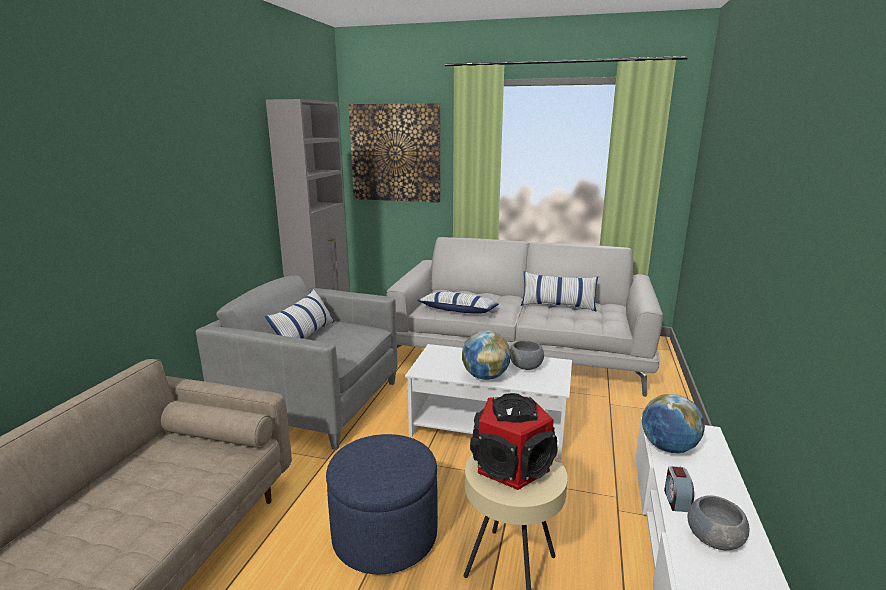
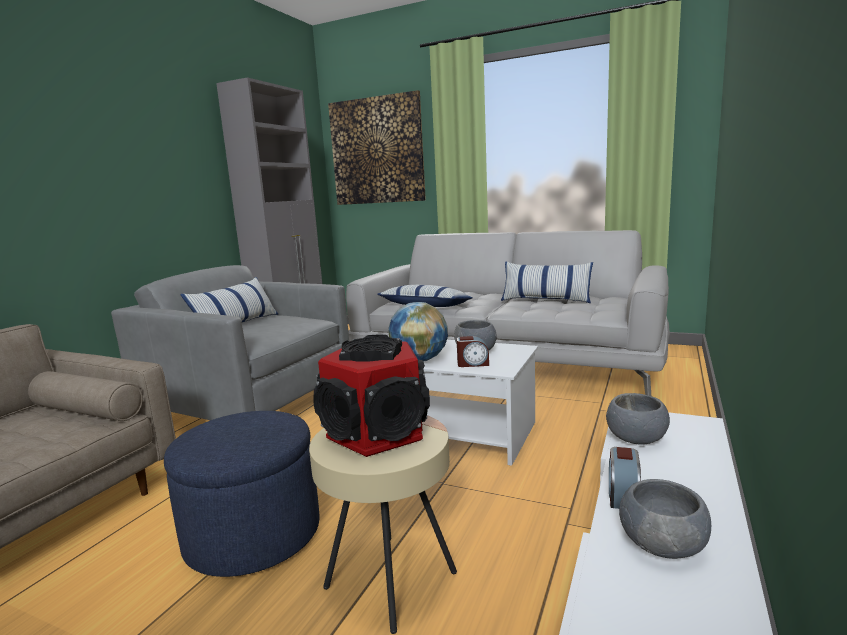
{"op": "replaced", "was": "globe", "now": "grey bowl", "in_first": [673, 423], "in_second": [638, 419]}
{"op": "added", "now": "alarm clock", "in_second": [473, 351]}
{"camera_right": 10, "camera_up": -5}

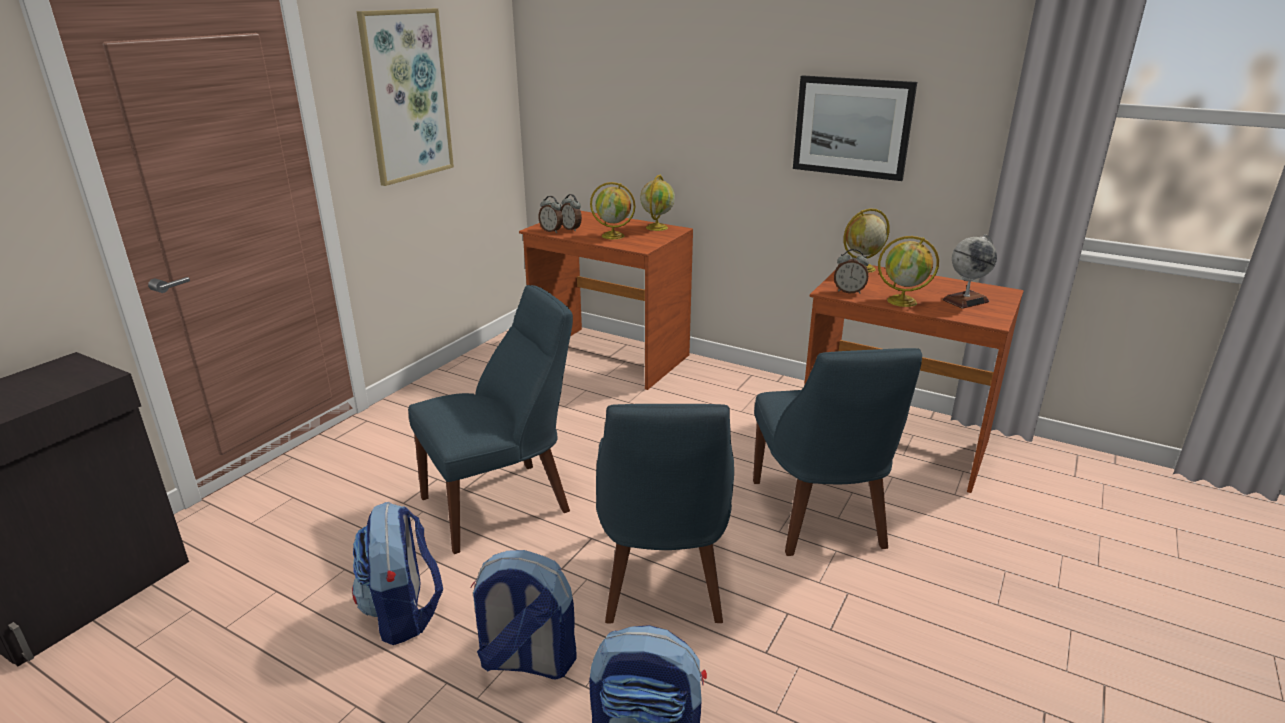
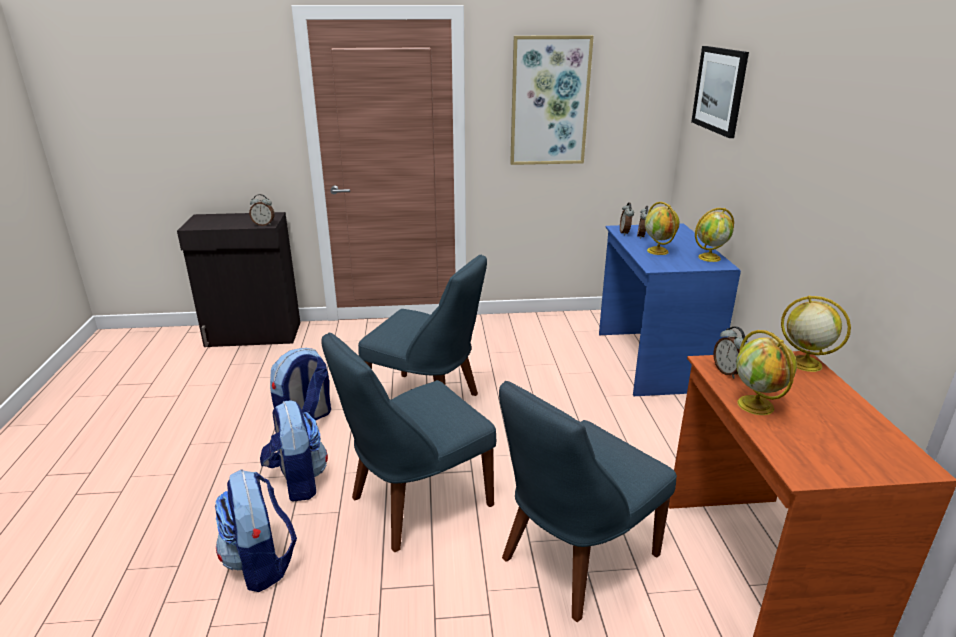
{"op": "moved", "was": "picture", "in_first": [855, 128], "in_second": [720, 92]}
{"op": "recoloured", "was": "brown desk", "now": "blue desk", "in_first": [606, 300], "in_second": [670, 310]}
{"op": "removed", "was": "globe", "in_first": [970, 271]}
{"op": "added", "now": "alarm clock", "in_second": [262, 210]}
{"camera_right": 55, "camera_up": 0}

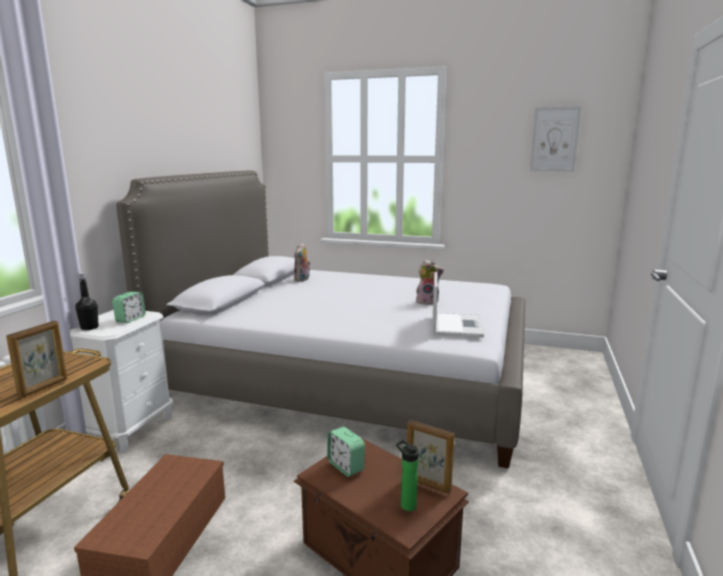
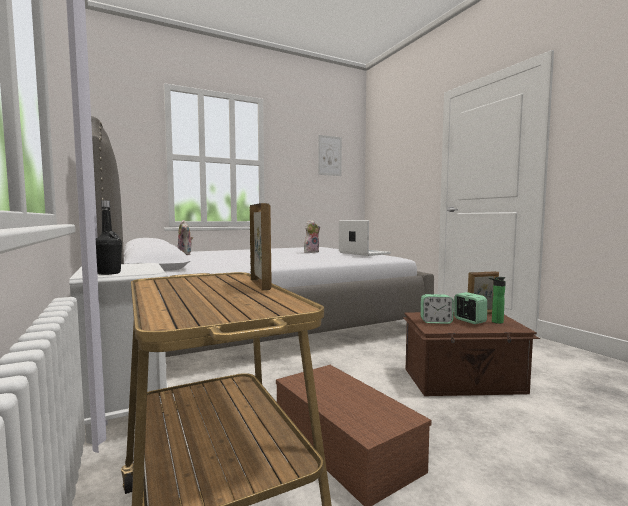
{"op": "moved", "was": "alarm clock", "in_first": [129, 307], "in_second": [470, 308]}
{"camera_right": -45, "camera_up": -10}

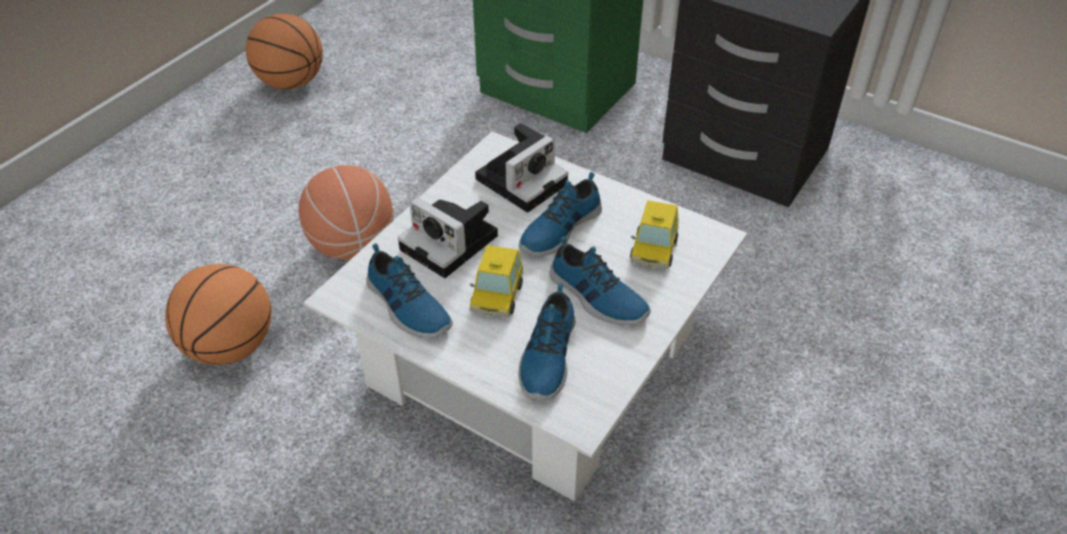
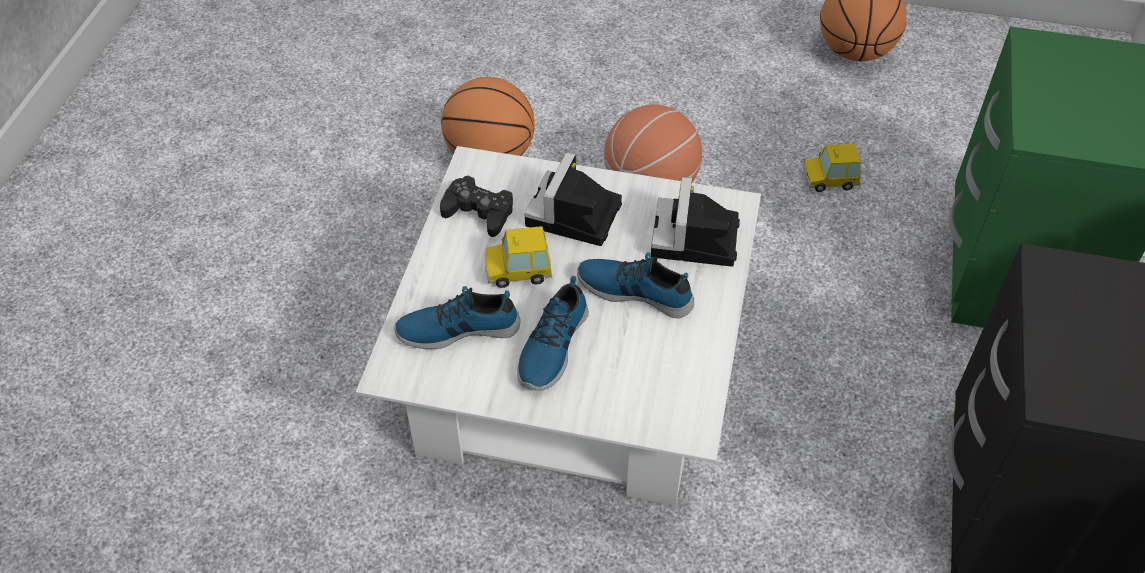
{"op": "turned", "was": "photo camera", "in_first": [521, 168], "in_second": [695, 222], "clockwise": 75}
{"op": "moved", "was": "toy car", "in_first": [654, 234], "in_second": [832, 168]}
{"op": "replaced", "was": "shoe", "now": "black game controller", "in_first": [409, 290], "in_second": [476, 206]}
{"camera_right": 70, "camera_up": 5}

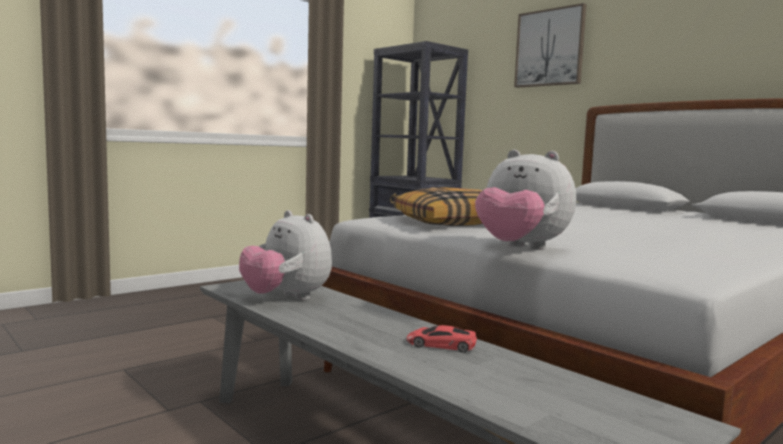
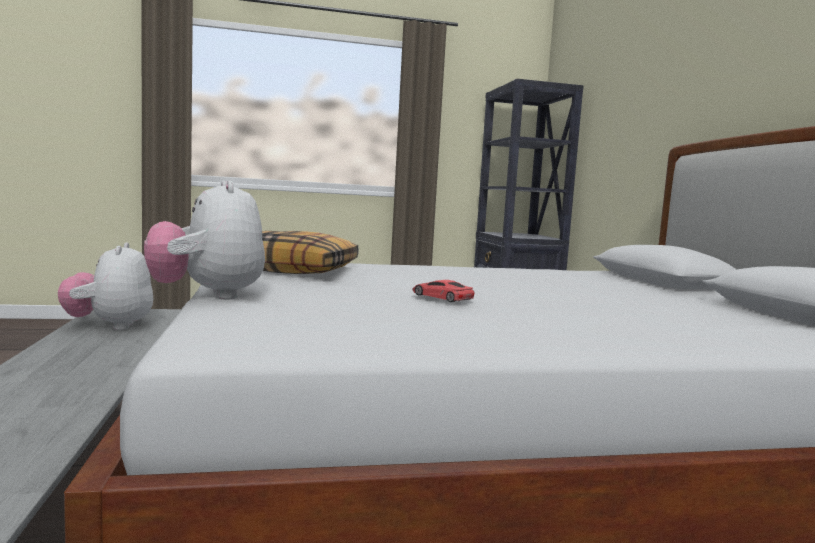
{"op": "removed", "was": "picture", "in_first": [550, 45]}
{"op": "moved", "was": "red toy car", "in_first": [442, 339], "in_second": [444, 291]}
{"camera_right": 30, "camera_up": 0}

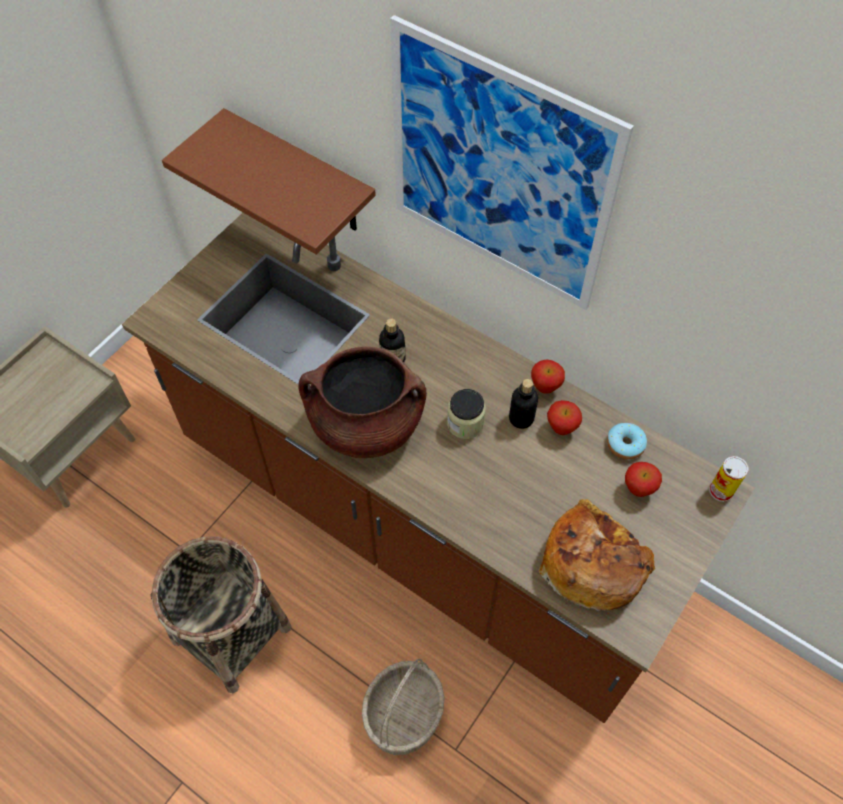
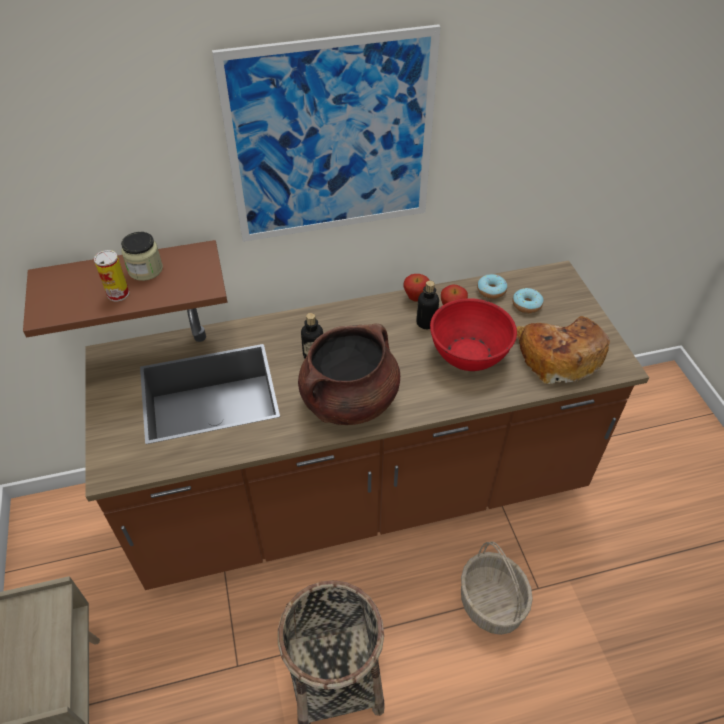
{"op": "moved", "was": "jar", "in_first": [466, 414], "in_second": [142, 256]}
{"op": "moved", "was": "can", "in_first": [728, 479], "in_second": [112, 275]}
{"op": "replaced", "was": "apple", "now": "donut", "in_first": [643, 479], "in_second": [528, 300]}
{"op": "added", "now": "red bowl", "in_second": [473, 334]}
{"camera_right": -50, "camera_up": -10}

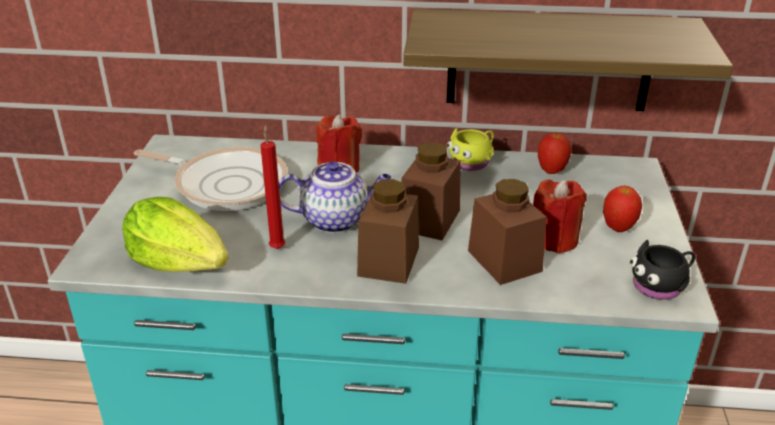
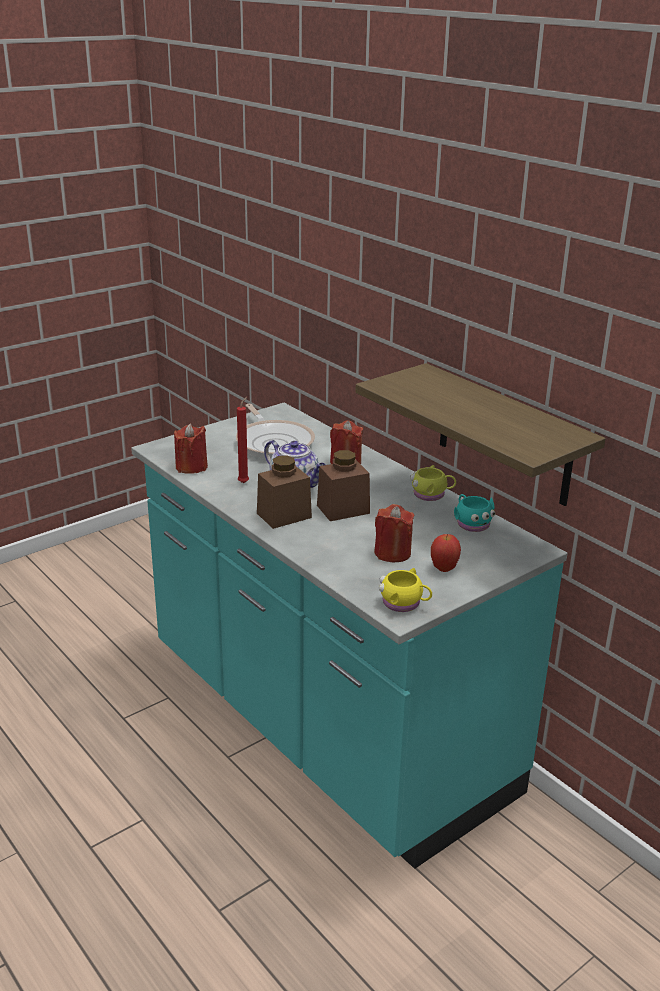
{"op": "replaced", "was": "apple", "now": "turquoise mug", "in_first": [555, 153], "in_second": [474, 513]}
{"op": "removed", "was": "brown jar", "in_first": [507, 232]}
{"op": "replaced", "was": "lettuce", "now": "red candle", "in_first": [175, 234], "in_second": [191, 448]}
{"op": "recoloured", "was": "black mug", "now": "yellow mug", "in_first": [662, 270], "in_second": [405, 590]}
{"camera_right": 45, "camera_up": -5}

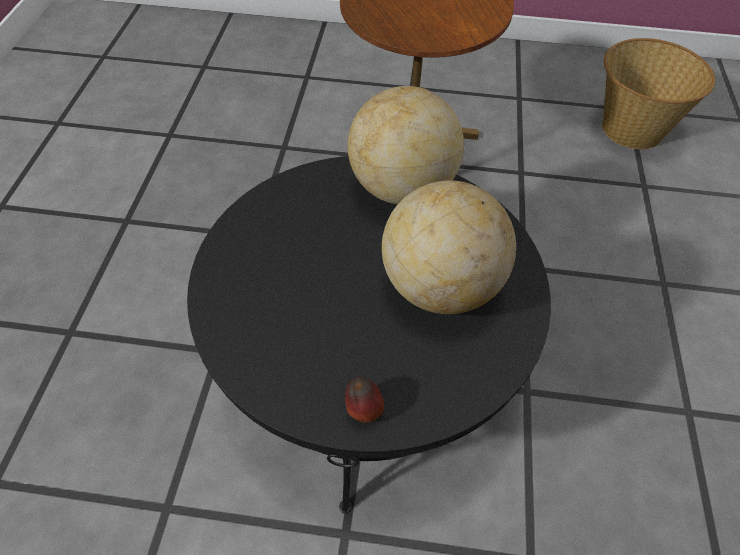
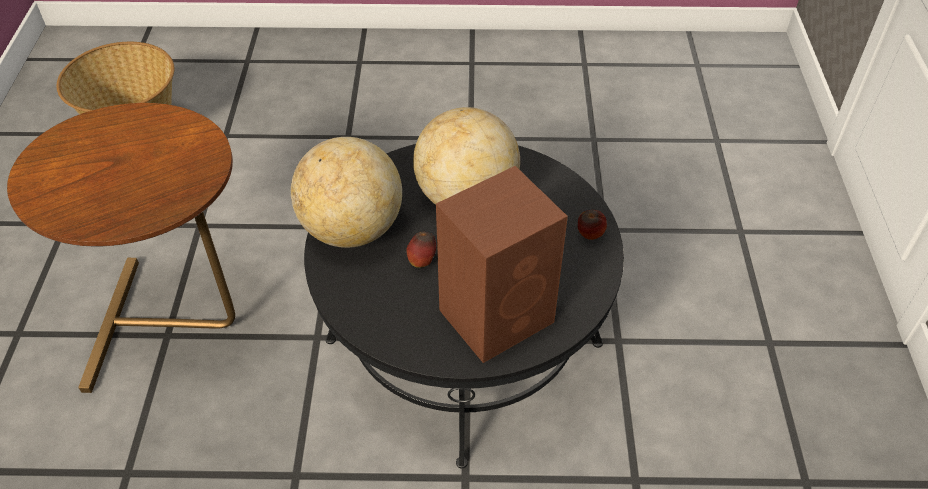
{"op": "added", "now": "brown speaker", "in_second": [502, 264]}
{"op": "added", "now": "apple", "in_second": [421, 250]}
{"camera_right": -95, "camera_up": -5}

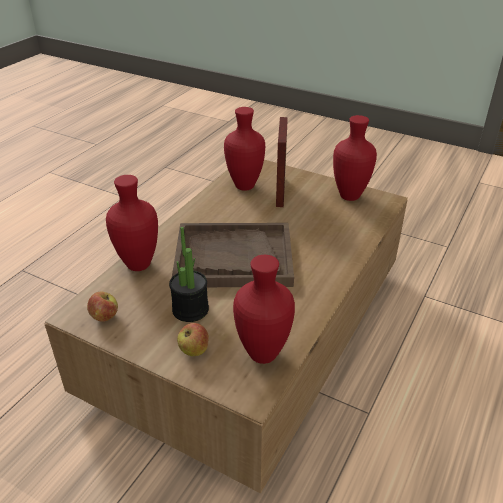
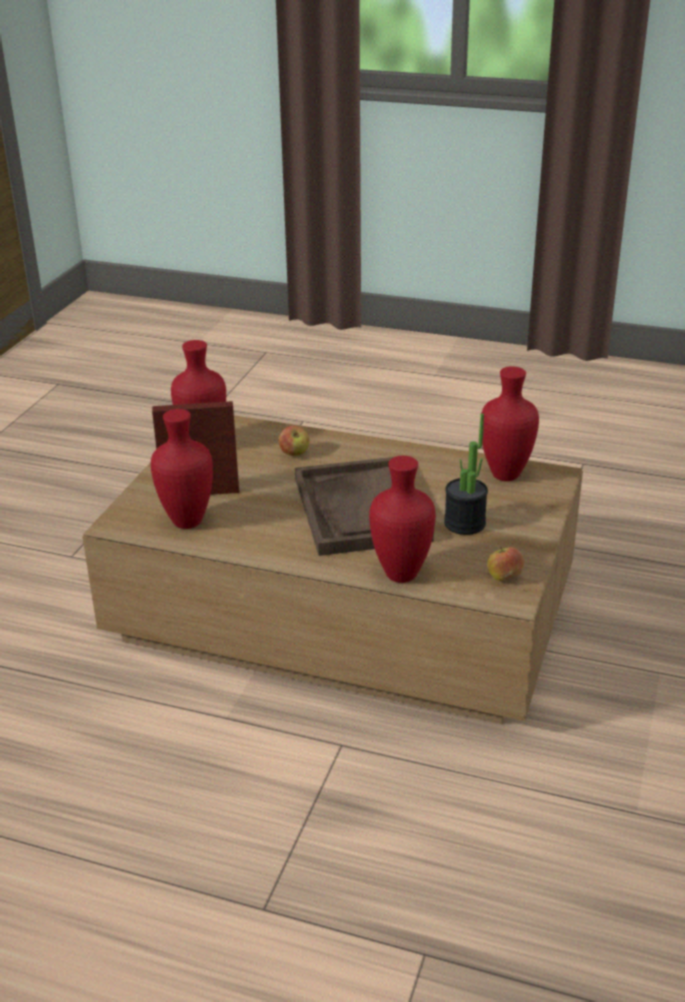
{"op": "moved", "was": "apple", "in_first": [193, 339], "in_second": [294, 440]}
{"camera_right": -100, "camera_up": -5}

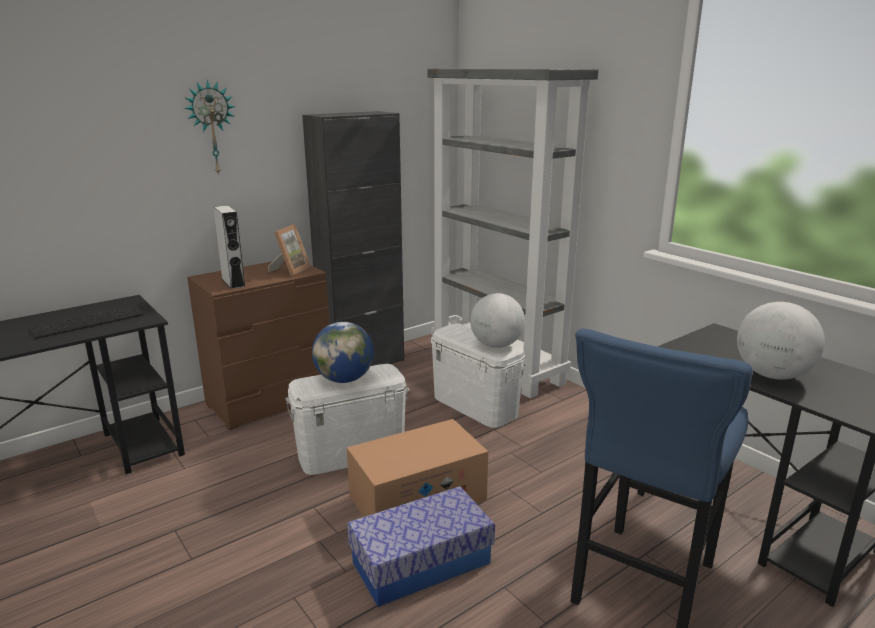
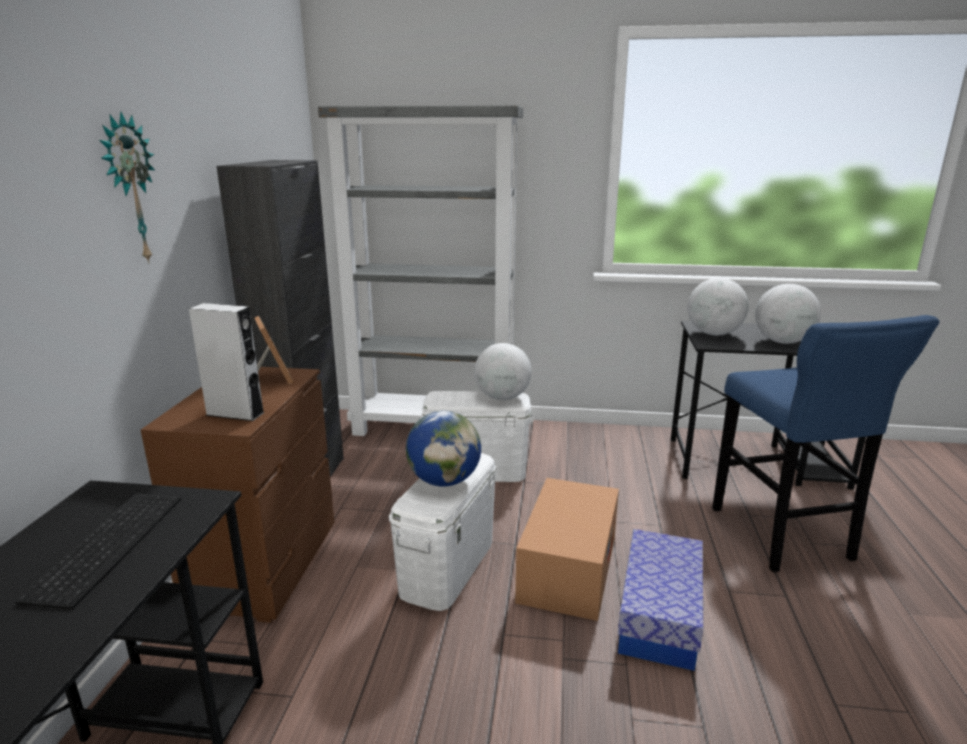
{"op": "added", "now": "globe", "in_second": [718, 306]}
{"camera_right": -45, "camera_up": 0}

